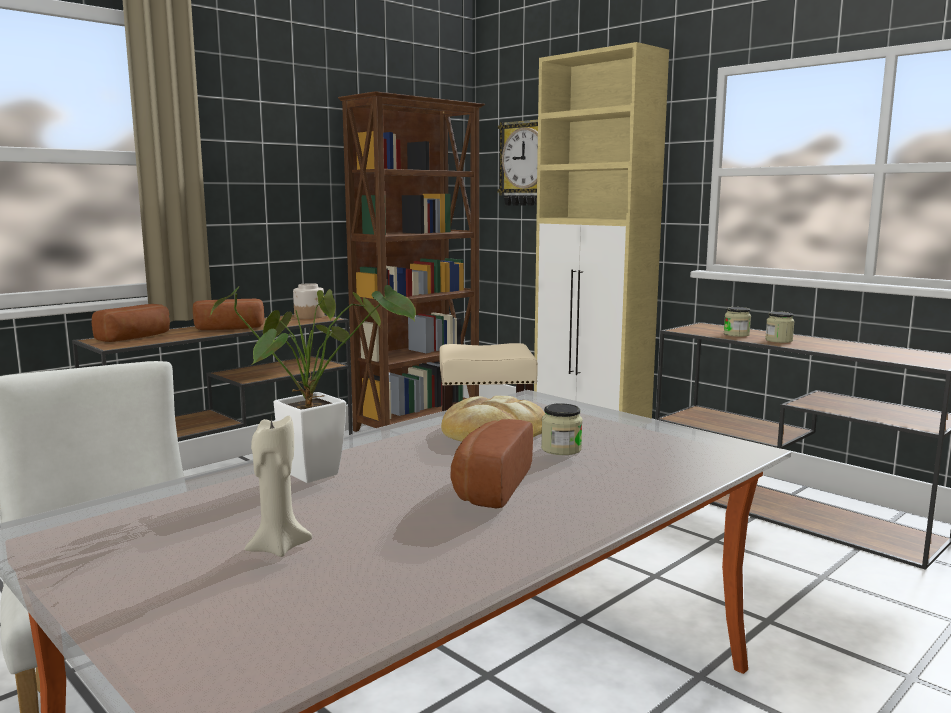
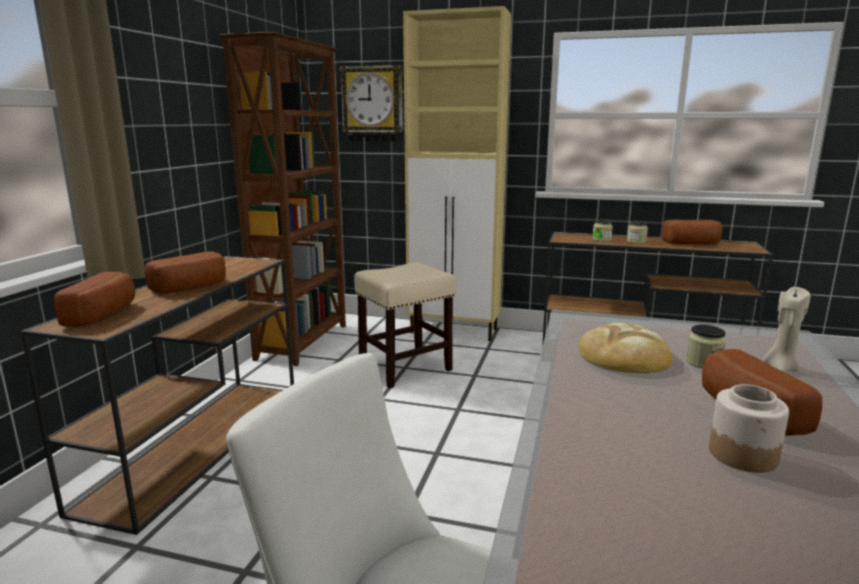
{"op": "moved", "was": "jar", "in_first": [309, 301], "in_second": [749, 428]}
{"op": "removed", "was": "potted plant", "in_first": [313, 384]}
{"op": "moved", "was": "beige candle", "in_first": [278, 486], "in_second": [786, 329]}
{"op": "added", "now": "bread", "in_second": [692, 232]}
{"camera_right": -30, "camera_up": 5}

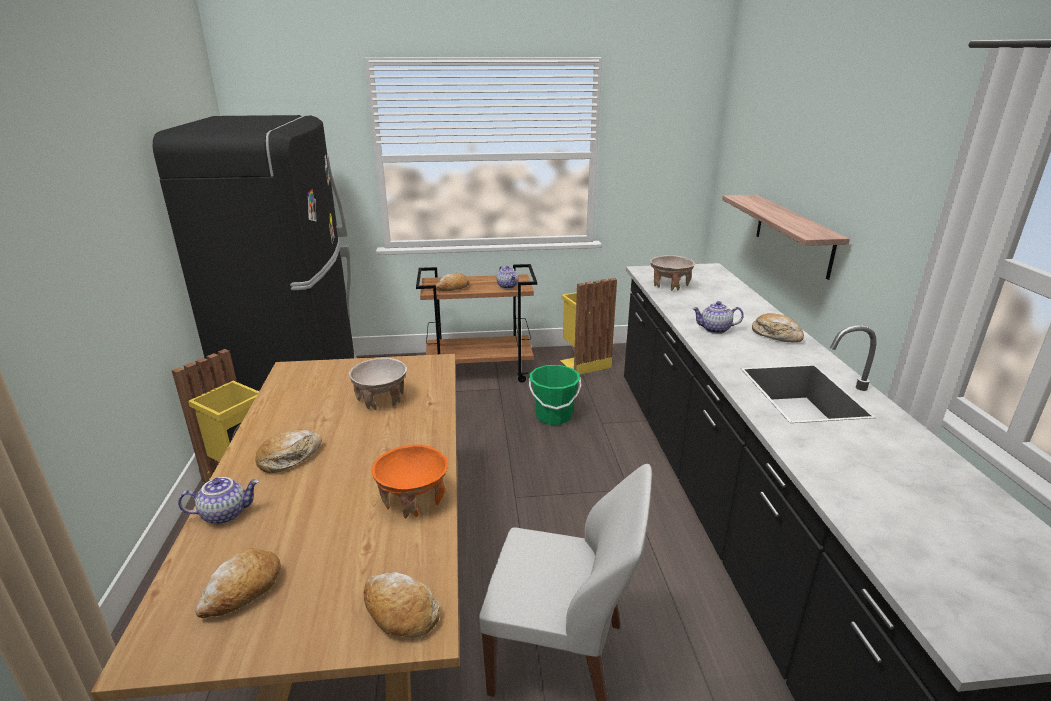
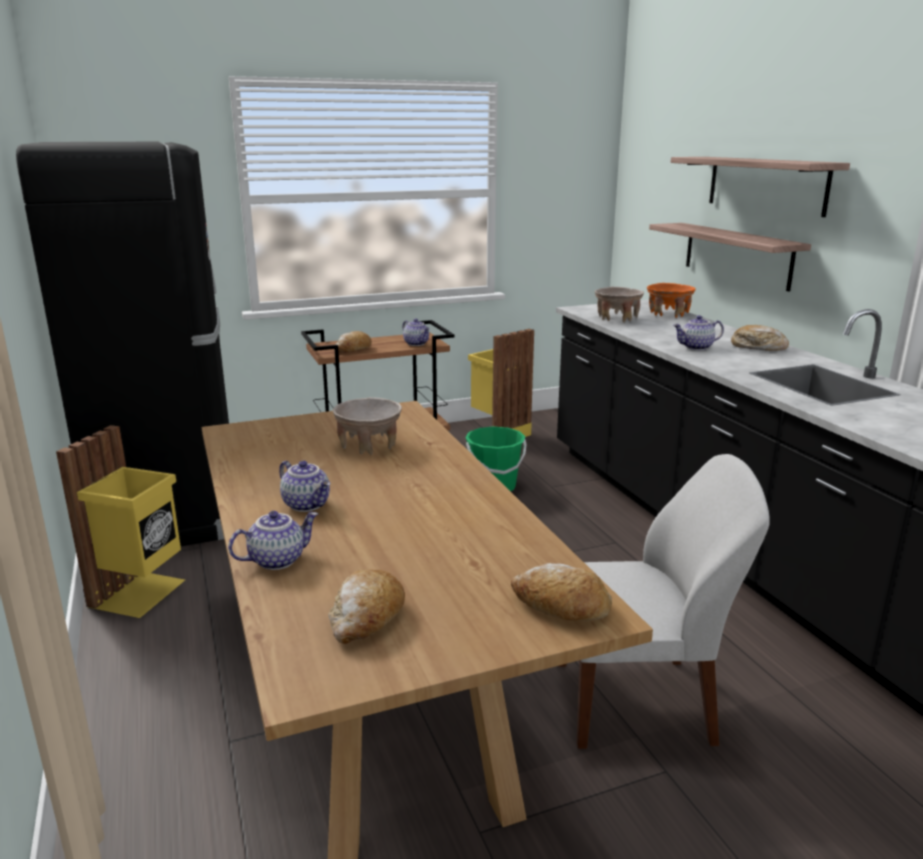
{"op": "replaced", "was": "bread", "now": "teapot", "in_first": [288, 451], "in_second": [304, 486]}
{"op": "moved", "was": "orange bowl", "in_first": [410, 481], "in_second": [671, 300]}
{"op": "added", "now": "shelf", "in_second": [760, 187]}
{"camera_right": -15, "camera_up": -5}

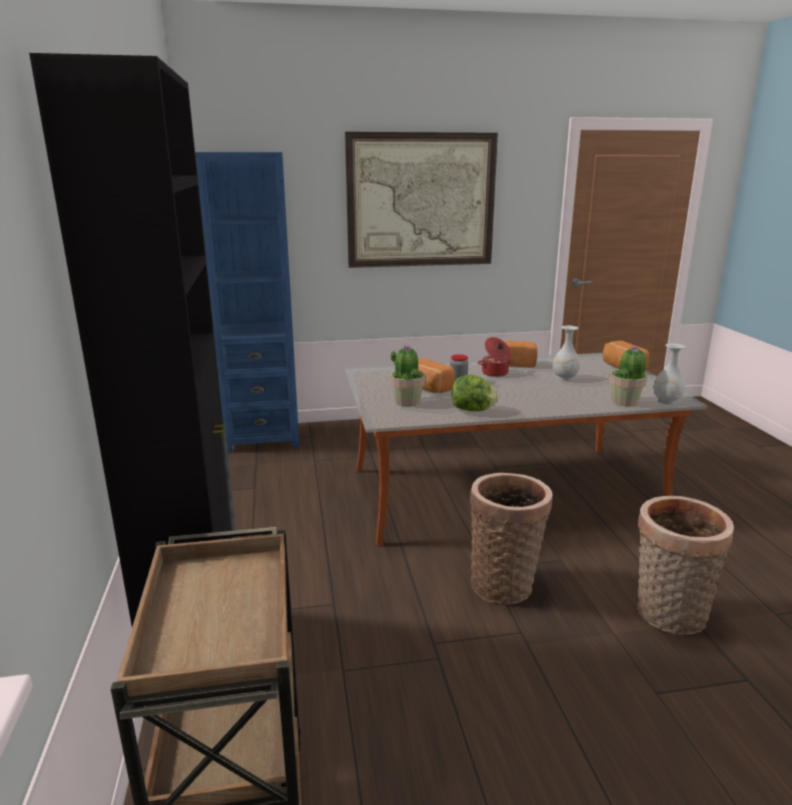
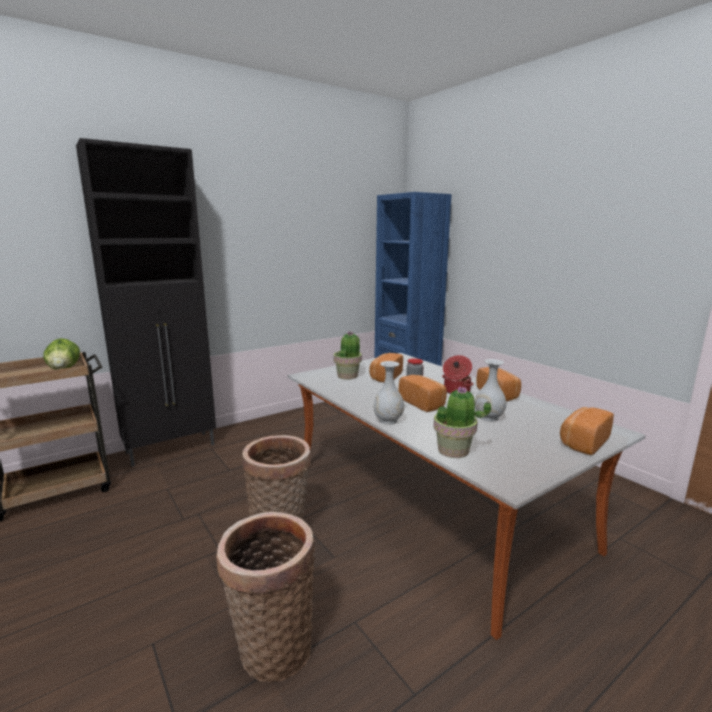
{"op": "removed", "was": "picture", "in_first": [421, 200]}
{"op": "moved", "was": "white vase", "in_first": [669, 374], "in_second": [388, 393]}
{"op": "moved", "was": "lettuce", "in_first": [475, 393], "in_second": [61, 354]}
{"op": "added", "now": "bread", "in_second": [423, 393]}
{"camera_right": 65, "camera_up": -5}

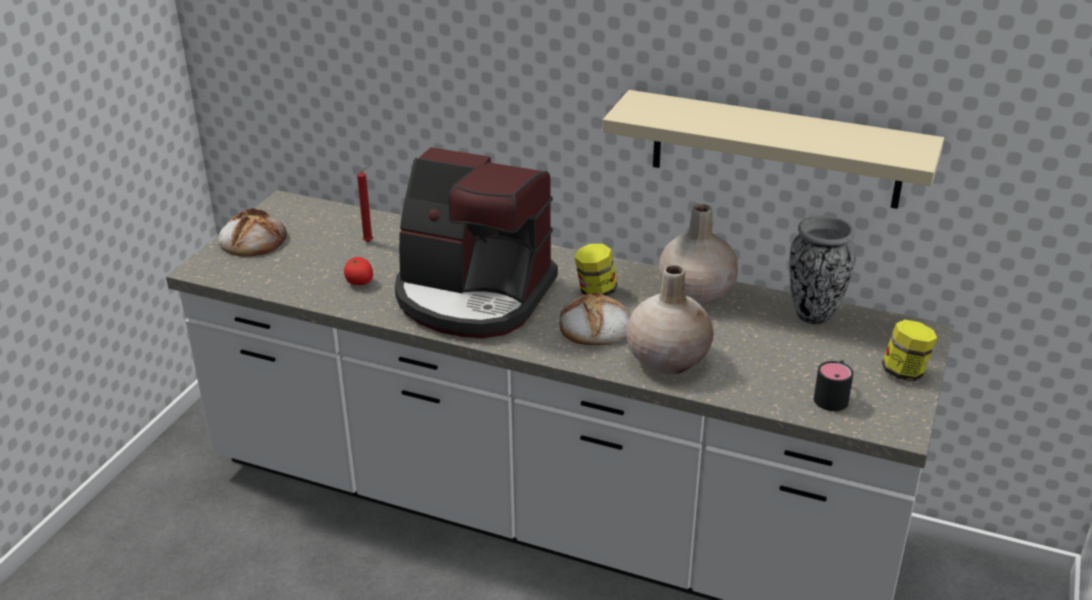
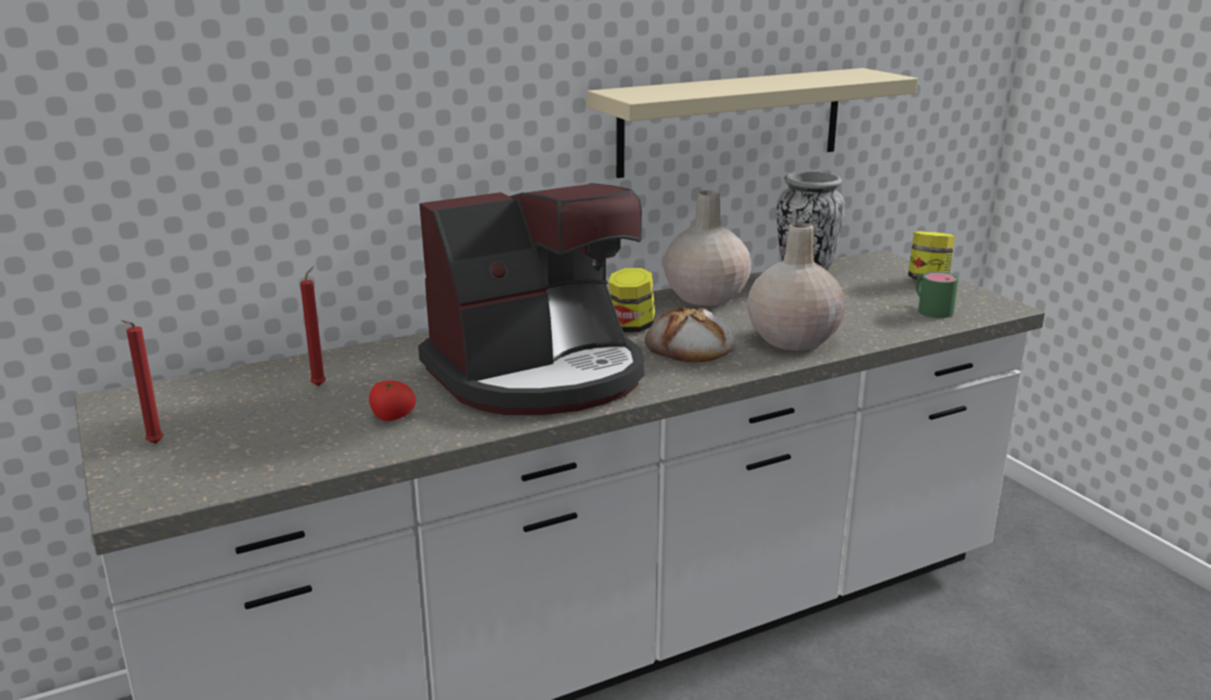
{"op": "replaced", "was": "bread", "now": "red candle", "in_first": [252, 232], "in_second": [142, 382]}
{"op": "recoloured", "was": "black mug", "now": "green mug", "in_first": [833, 385], "in_second": [937, 295]}
{"camera_right": -50, "camera_up": -10}

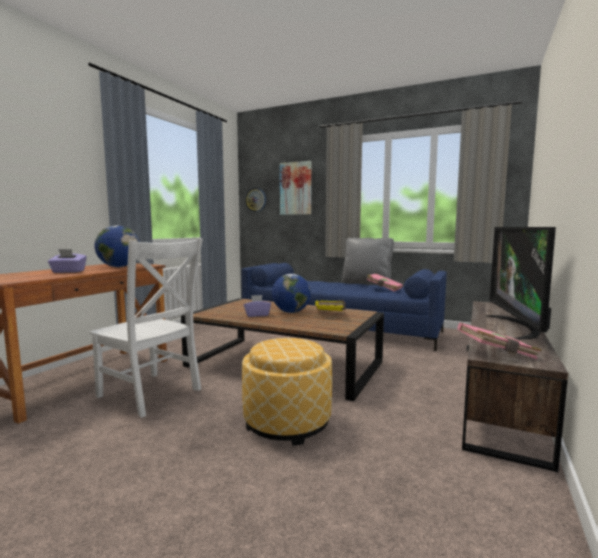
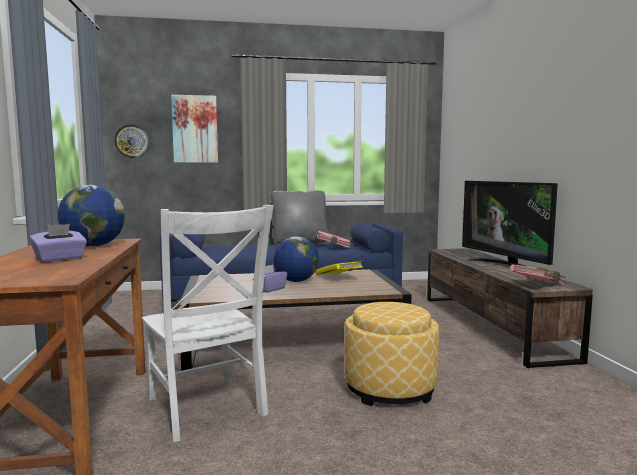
{"op": "turned", "was": "white chair", "in_first": [146, 328], "in_second": [208, 323], "clockwise": 60}
{"camera_right": -35, "camera_up": 0}

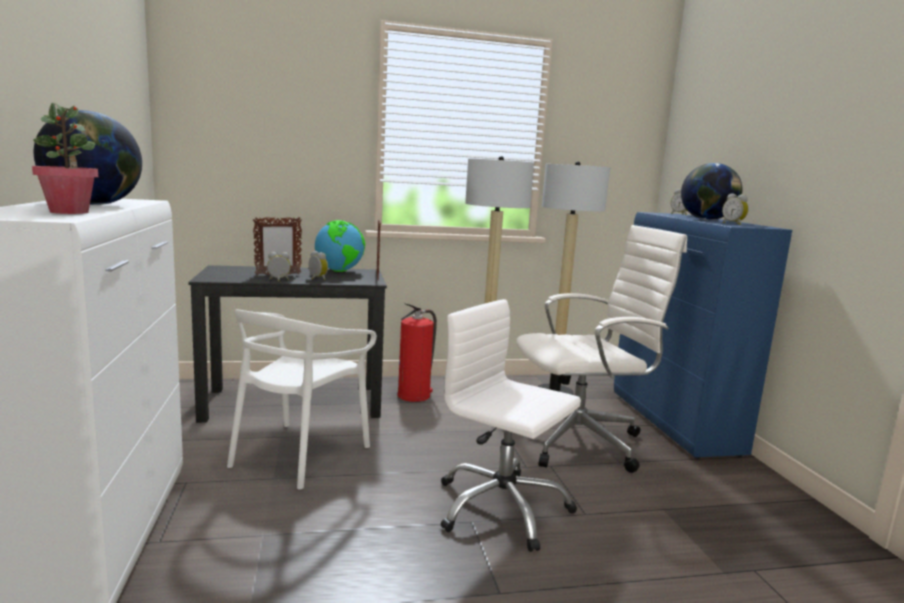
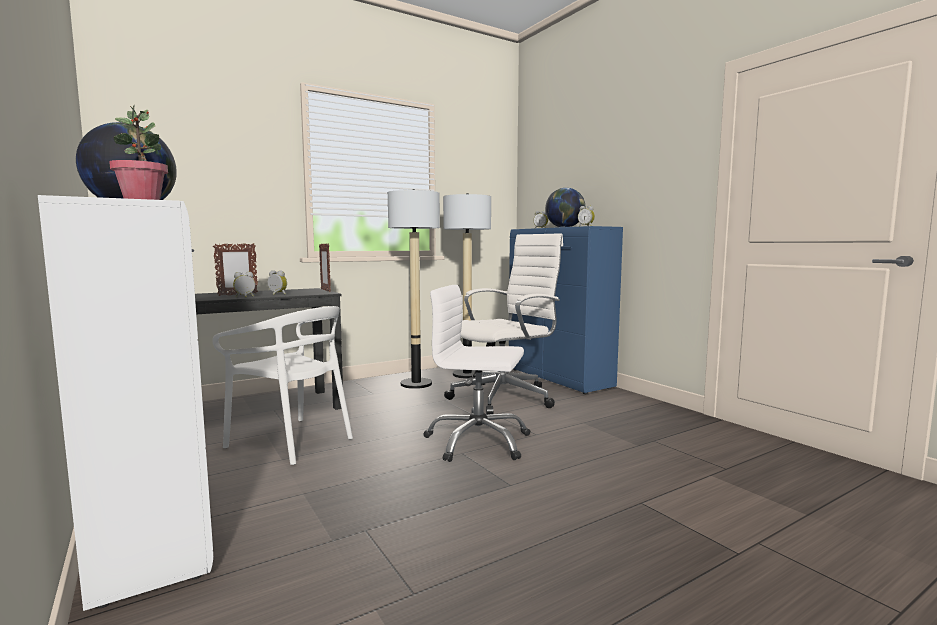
{"op": "removed", "was": "globe", "in_first": [340, 246]}
{"op": "removed", "was": "fire extinguisher", "in_first": [417, 352]}
{"op": "turned", "was": "white chair", "in_first": [302, 399], "in_second": [282, 385], "clockwise": -60}
{"camera_right": -20, "camera_up": -5}

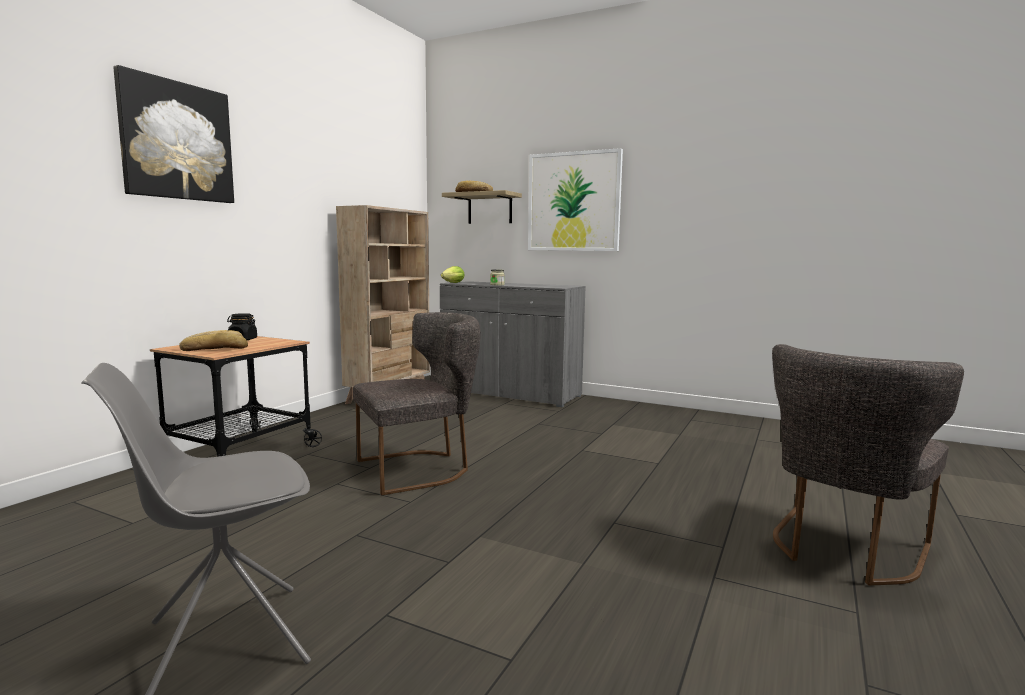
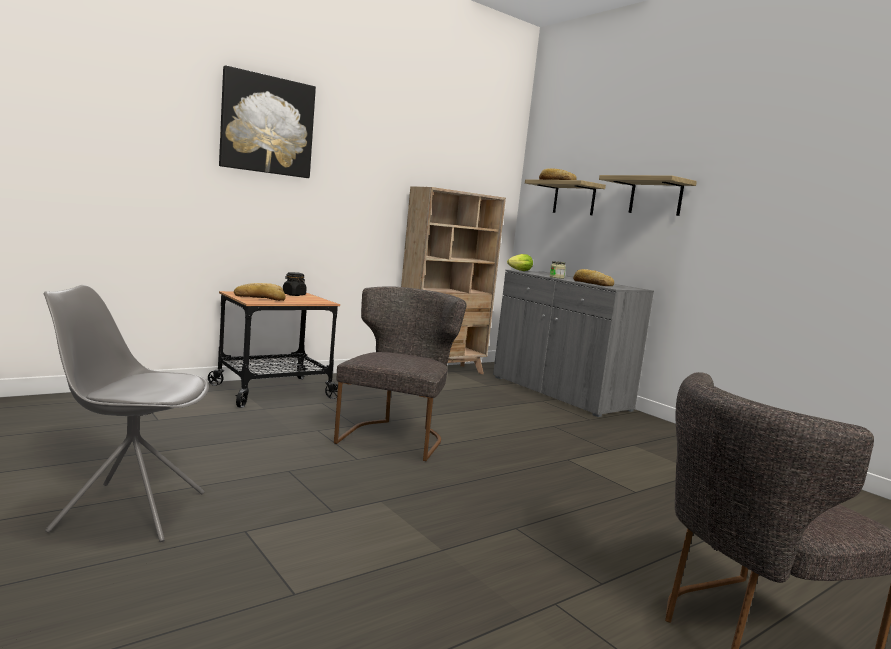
{"op": "replaced", "was": "picture", "now": "shelf", "in_first": [575, 199], "in_second": [648, 195]}
{"op": "turned", "was": "grey chair", "in_first": [416, 403], "in_second": [400, 373], "clockwise": -75}
{"op": "added", "now": "bread", "in_second": [593, 277]}
{"camera_right": 25, "camera_up": 0}

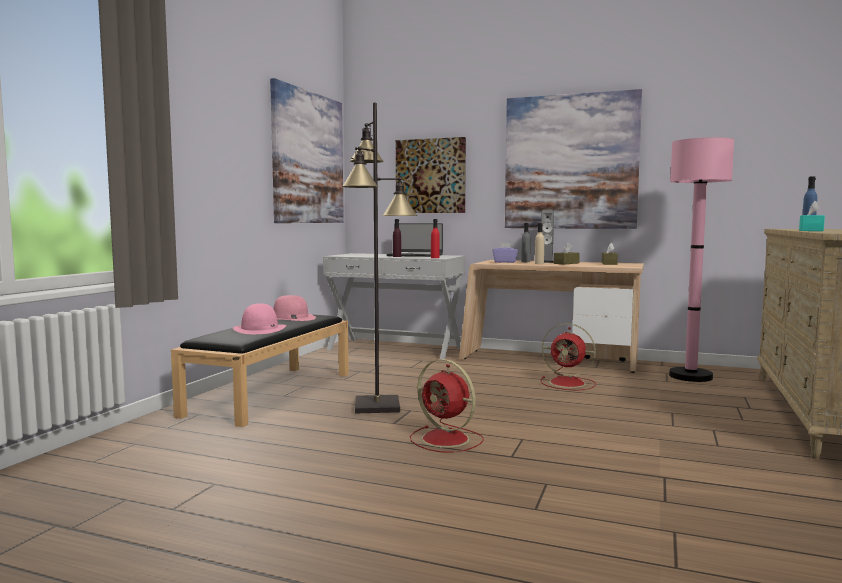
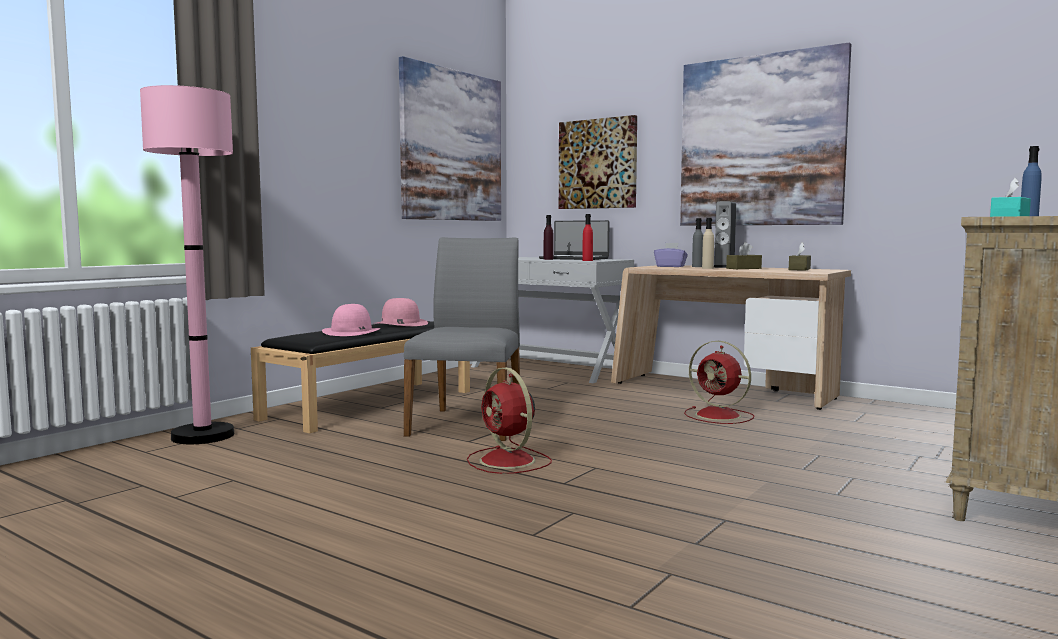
{"op": "replaced", "was": "black floor lamp", "now": "grey chair", "in_first": [379, 257], "in_second": [462, 339]}
{"op": "moved", "was": "pink floor lamp", "in_first": [701, 259], "in_second": [187, 264]}
{"camera_right": 15, "camera_up": 0}

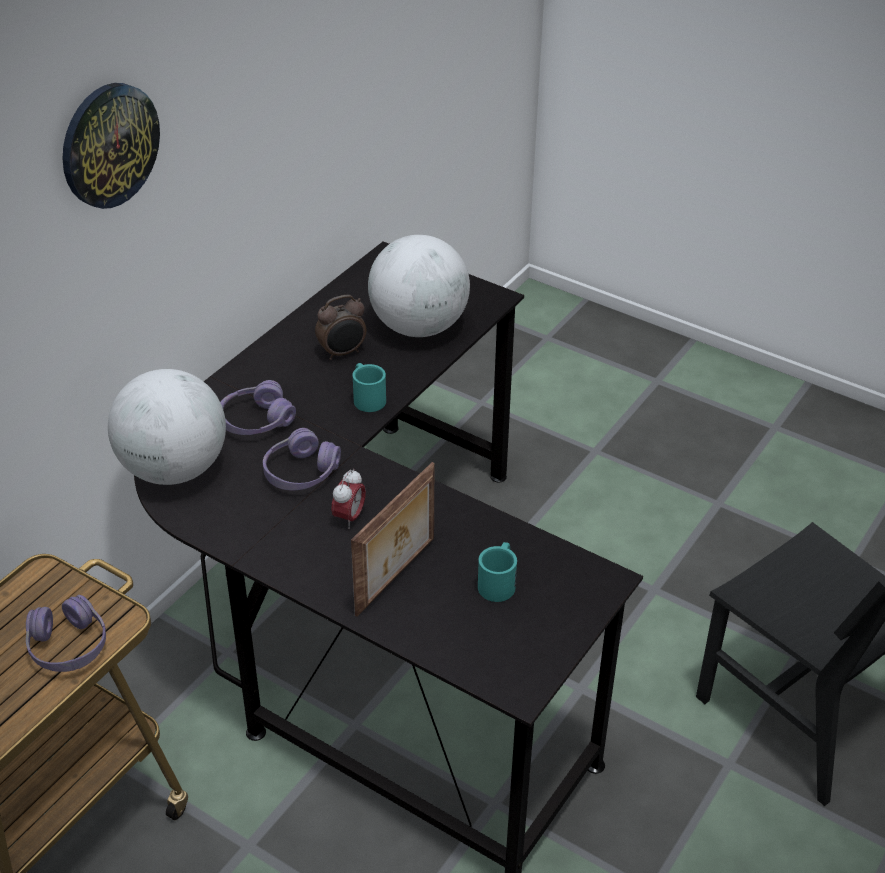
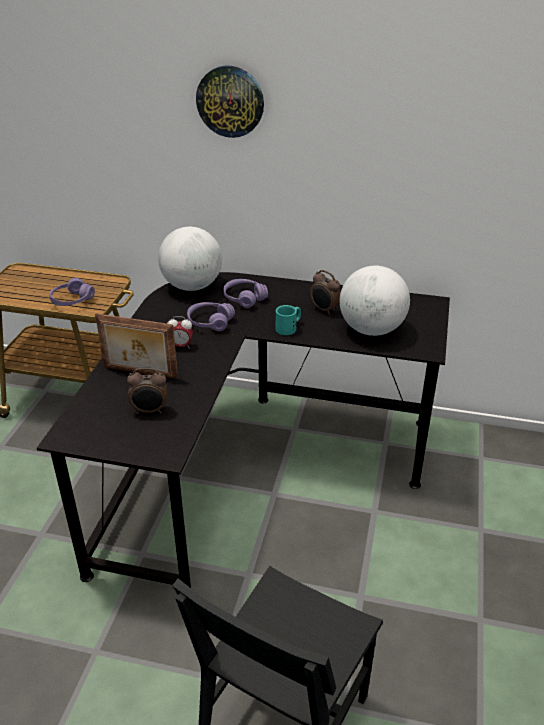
{"op": "replaced", "was": "turquoise mug", "now": "alarm clock", "in_first": [497, 572], "in_second": [147, 391]}
{"camera_right": 70, "camera_up": -5}

